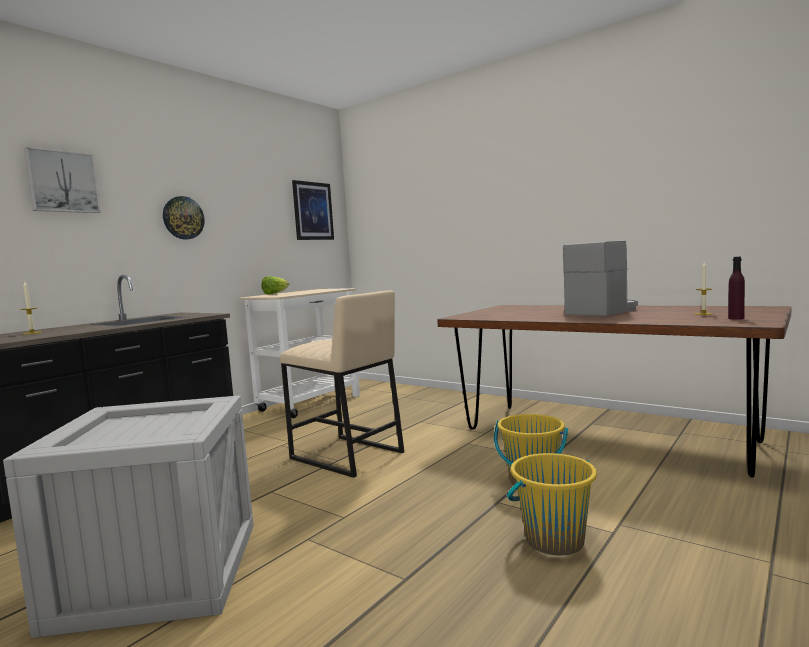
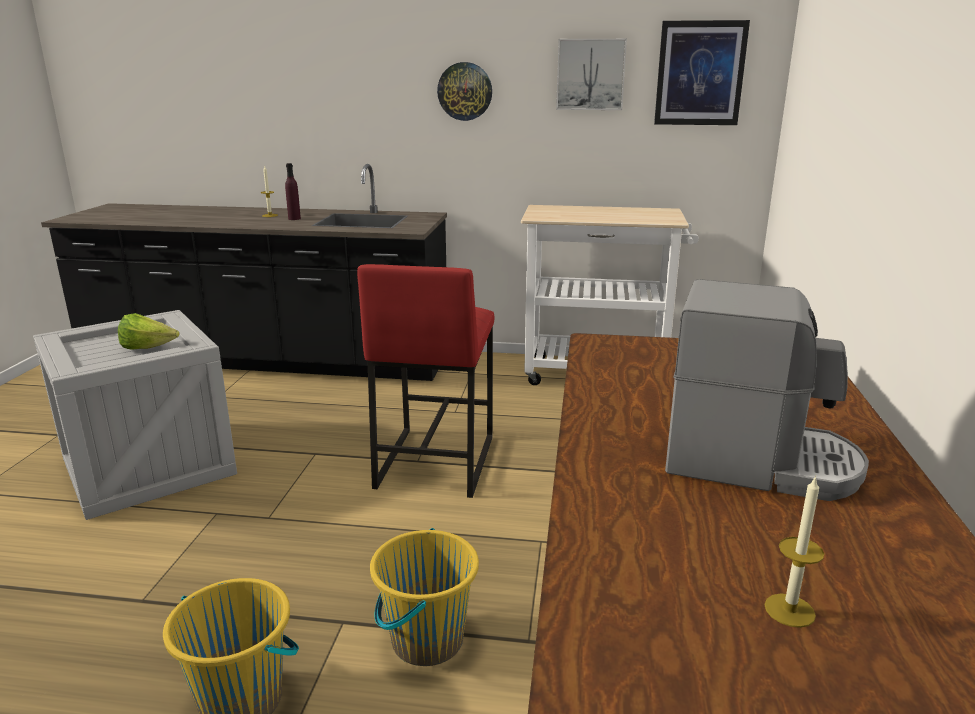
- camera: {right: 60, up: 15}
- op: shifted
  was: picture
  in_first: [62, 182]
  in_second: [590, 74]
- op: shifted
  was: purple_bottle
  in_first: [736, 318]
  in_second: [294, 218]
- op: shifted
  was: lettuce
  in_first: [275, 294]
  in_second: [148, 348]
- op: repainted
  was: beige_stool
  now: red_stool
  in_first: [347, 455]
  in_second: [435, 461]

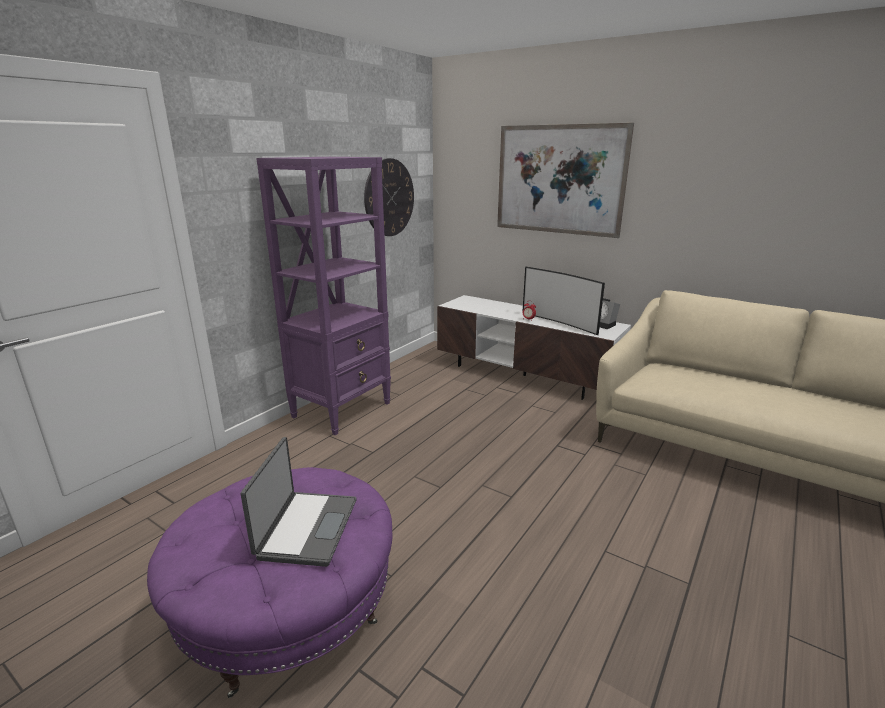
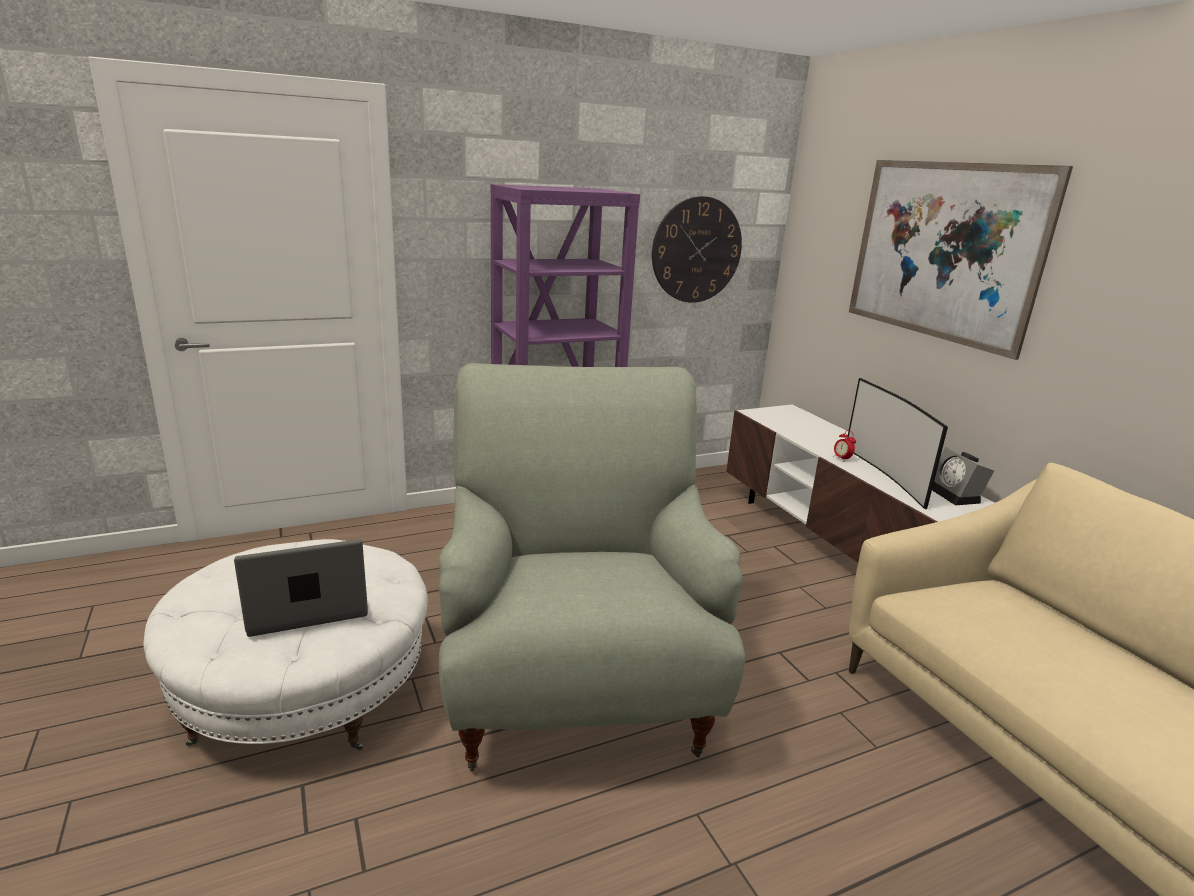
- camera: {right: 30, up: 0}
- op: rotated
  was: laptop
  in_first: [306, 528]
  in_second: [307, 606]
  clockwise: -150
- op: repainted
  was: purple_ottoman
  now: white_ottoman
  in_first: [288, 607]
  in_second: [304, 692]
- op: new
  now: grey_armchair
  in_second: [575, 686]

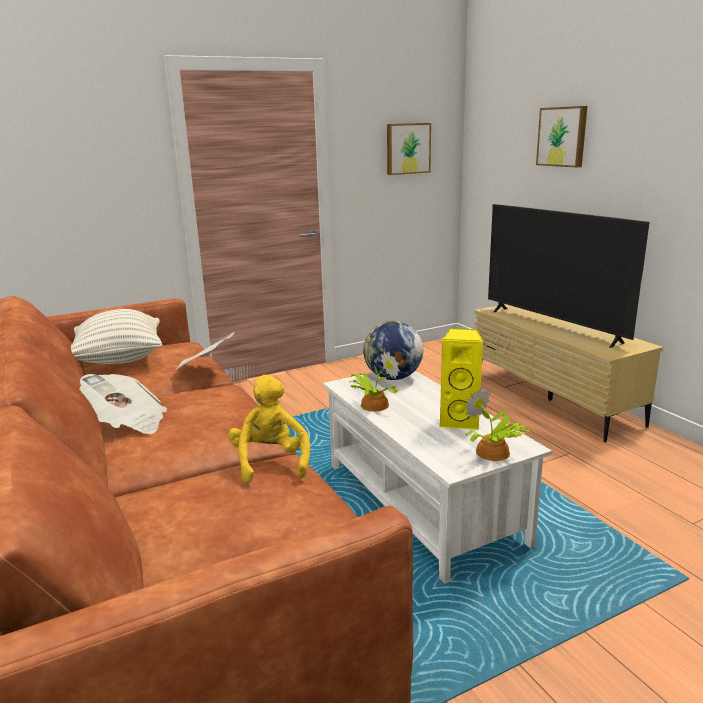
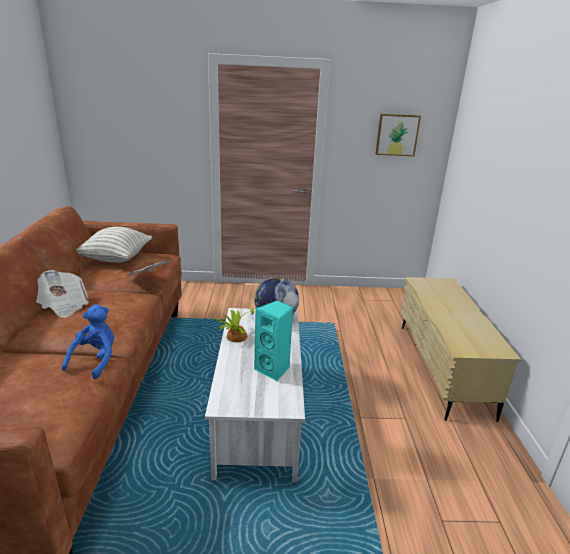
- camera: {right: 25, up: 5}
- op: gone
  was: picture
  in_first: [563, 136]
- op: gone
  was: television
  in_first: [553, 326]
- op: repainted
  was: yellow_speaker
  now: turquoise_speaker
  in_first: [460, 421]
  in_second: [273, 369]
- op: repainted
  was: yellow_plush_toy
  now: blue_plush_toy
  in_first: [271, 462]
  in_second: [96, 360]
- op: gone
  was: potted_plant
  in_first: [493, 453]

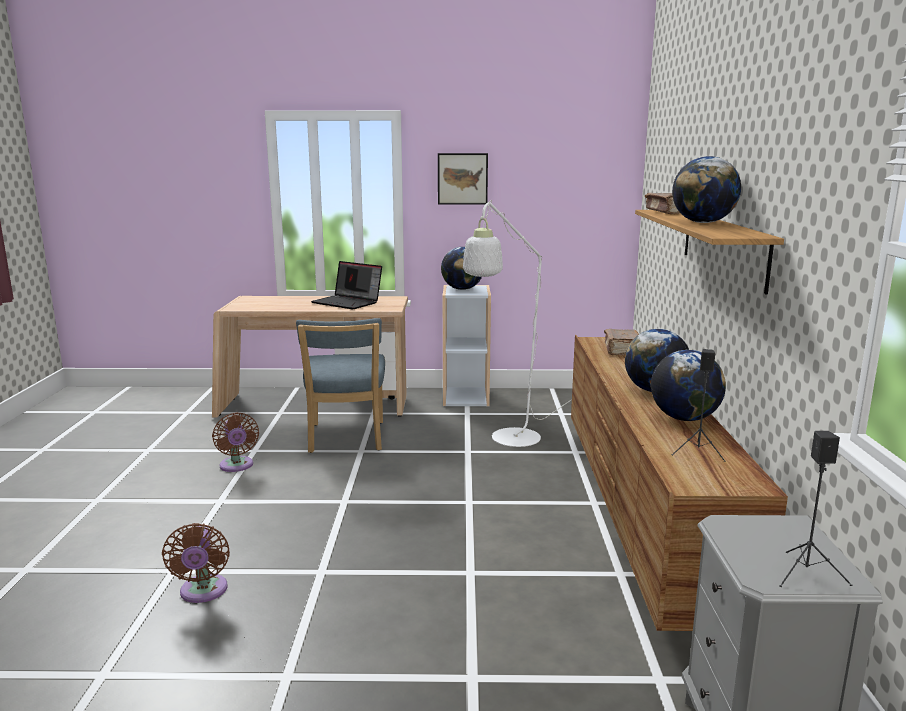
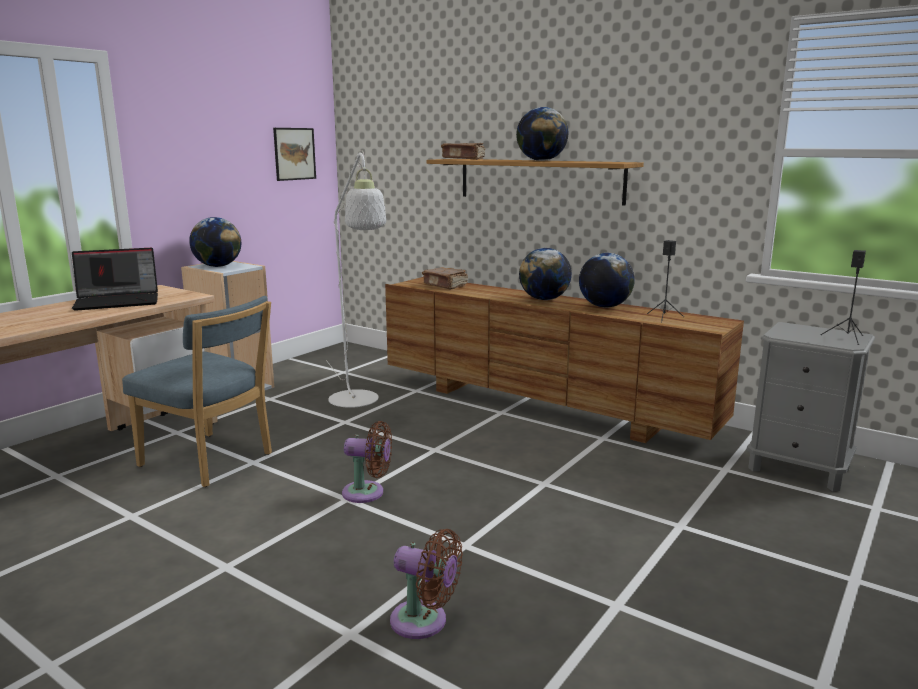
- camera: {right: -55, up: 0}
- op: shifted
  was: picture
  in_first: [462, 179]
  in_second: [294, 154]
- op: shifted
  was: brown_fan
  in_first: [237, 466]
  in_second: [367, 493]

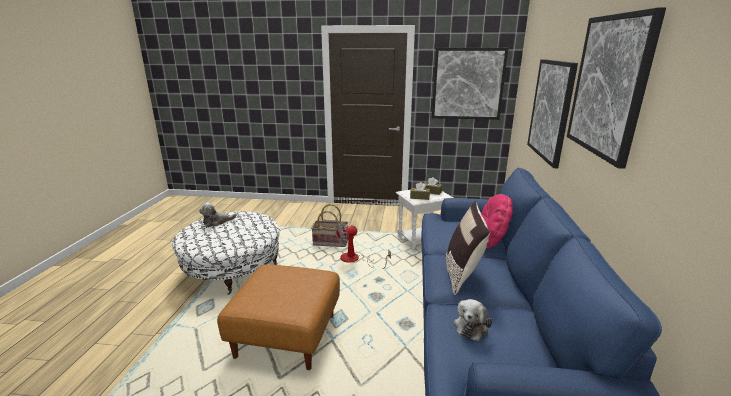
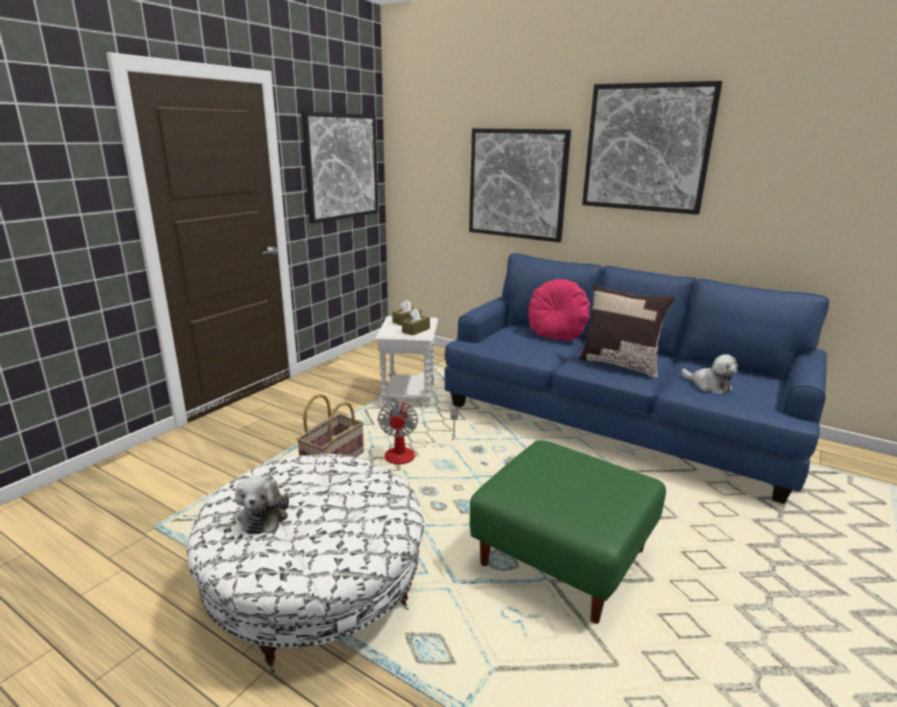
- camera: {right: -65, up: 0}
- op: repainted
  was: brown_ottoman
  now: green_ottoman
  in_first: [287, 336]
  in_second: [564, 557]

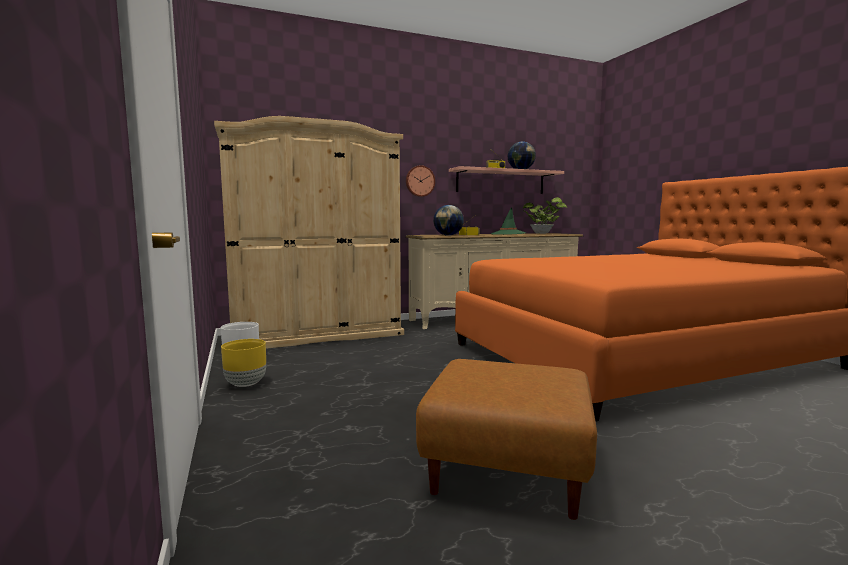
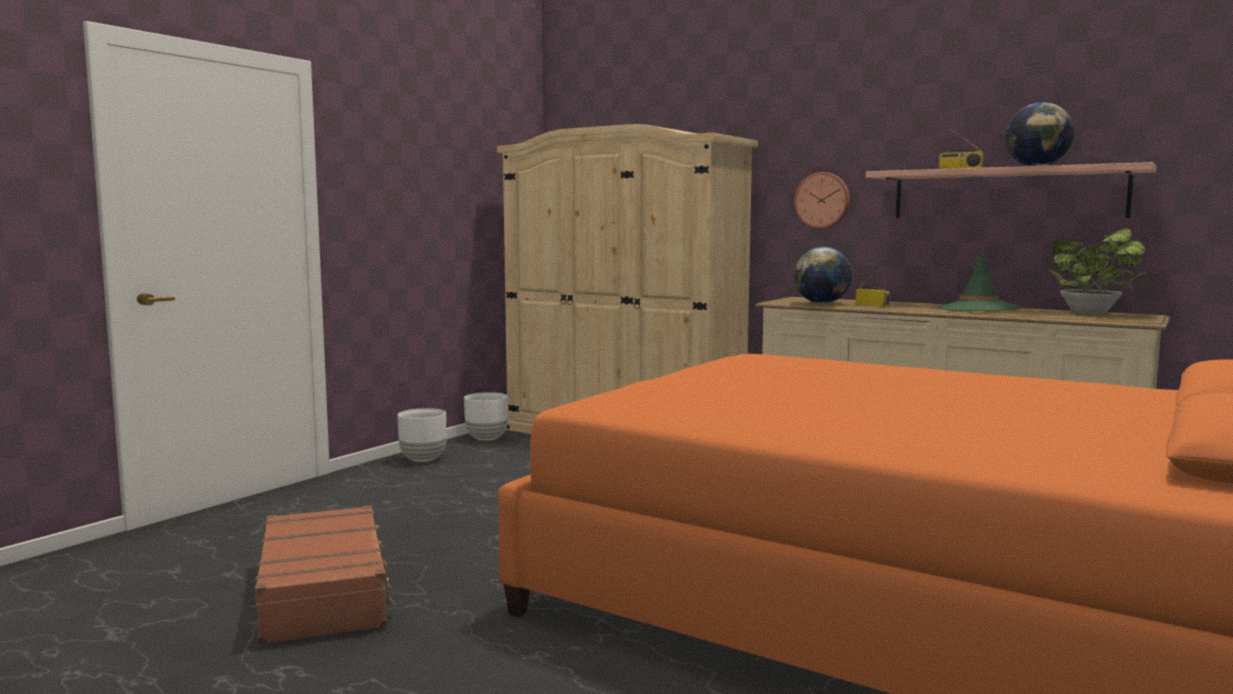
- camera: {right: 55, up: 0}
- op: repainted
  was: yellow_planter
  now: white_planter
  in_first: [245, 384]
  in_second: [423, 459]
- op: swapped
  was: brown_ottoman
  now: brown_suitcase
  in_first: [506, 469]
  in_second: [325, 593]

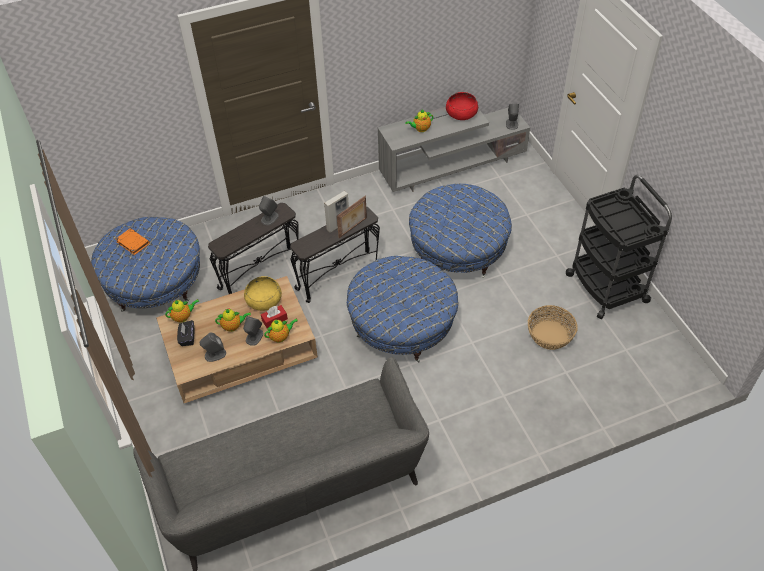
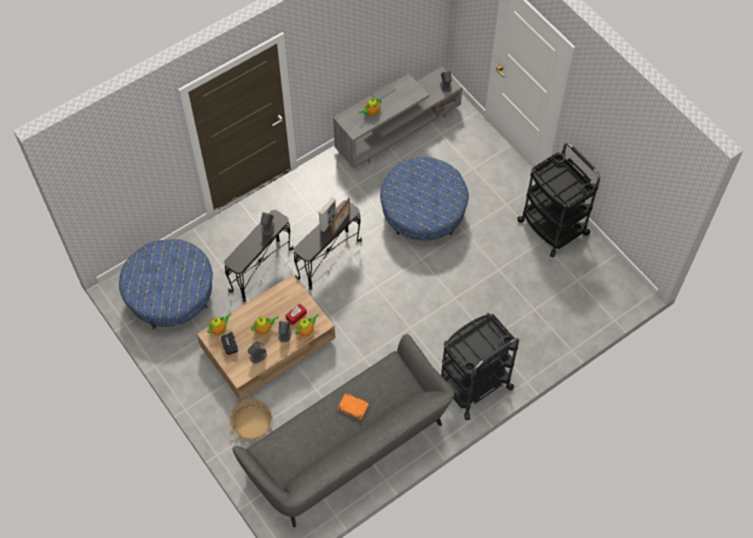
- camera: {right: -15, up: 10}
- op: gone
  was: red_bowl
  in_first: [461, 113]
- op: shifted
  was: orange_book
  in_first: [132, 243]
  in_second: [353, 407]
- op: gone
  was: blue_ottoman
  in_first: [402, 325]
- op: gone
  was: yellow_bowl
  in_first: [264, 300]
- op: shifted
  was: basket
  in_first: [550, 335]
  in_second: [252, 424]
- op: new
  now: black_cart
  in_second: [473, 384]

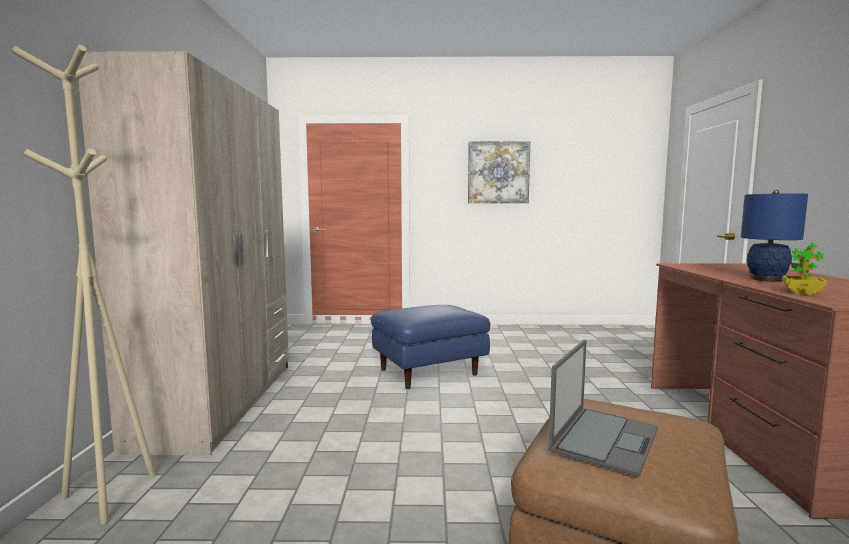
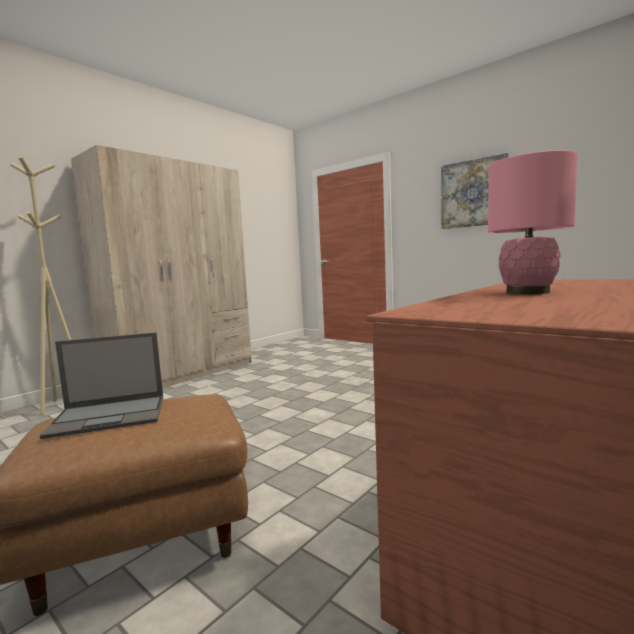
- camera: {right: 40, up: 0}
- op: repainted
  was: blue_table_lamp
  now: pink_table_lamp
  in_first: [766, 279]
  in_second: [527, 292]
- op: gone
  was: potted_plant
  in_first: [802, 293]
- op: gone
  was: blue_ottoman
  in_first: [430, 372]

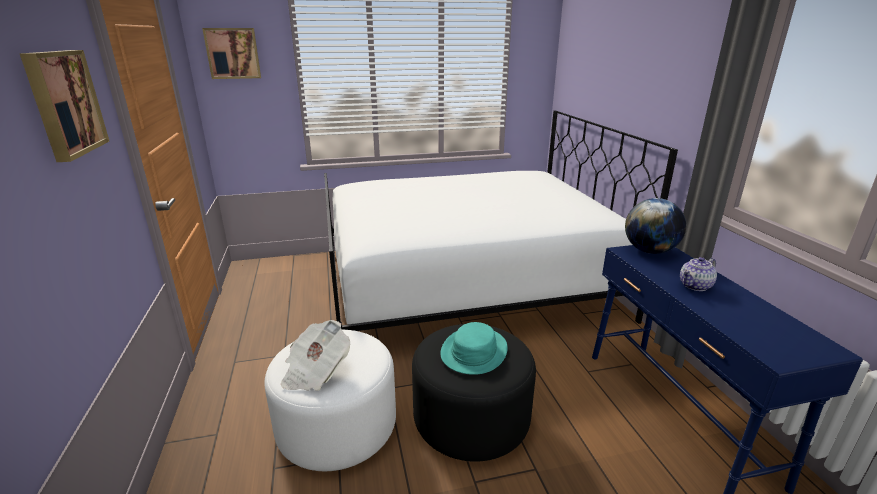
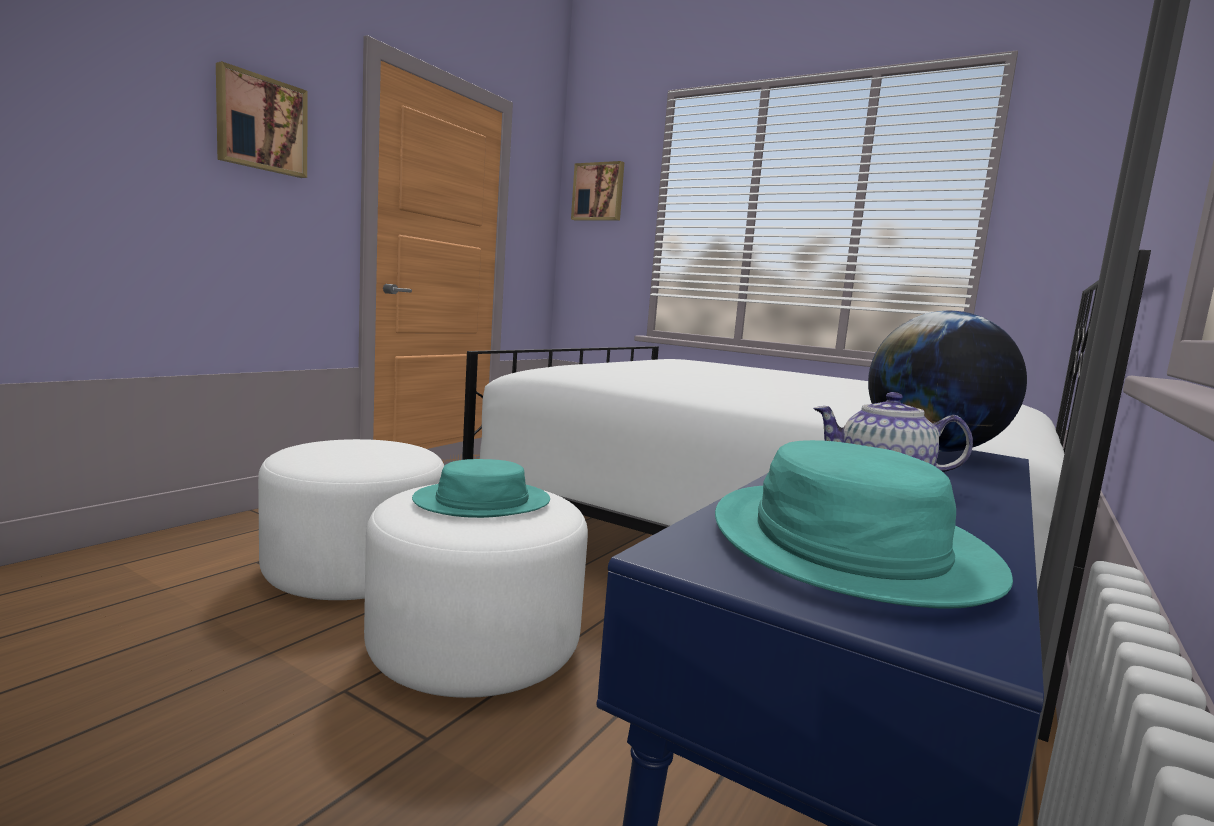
- camera: {right: 45, up: -15}
- op: gone
  was: newspaper
  in_first: [315, 371]
- op: repainted
  was: black_ottoman
  now: white_ottoman
  in_first: [471, 419]
  in_second: [474, 645]
- op: new
  now: turquoise_hat
  in_second: [845, 544]

